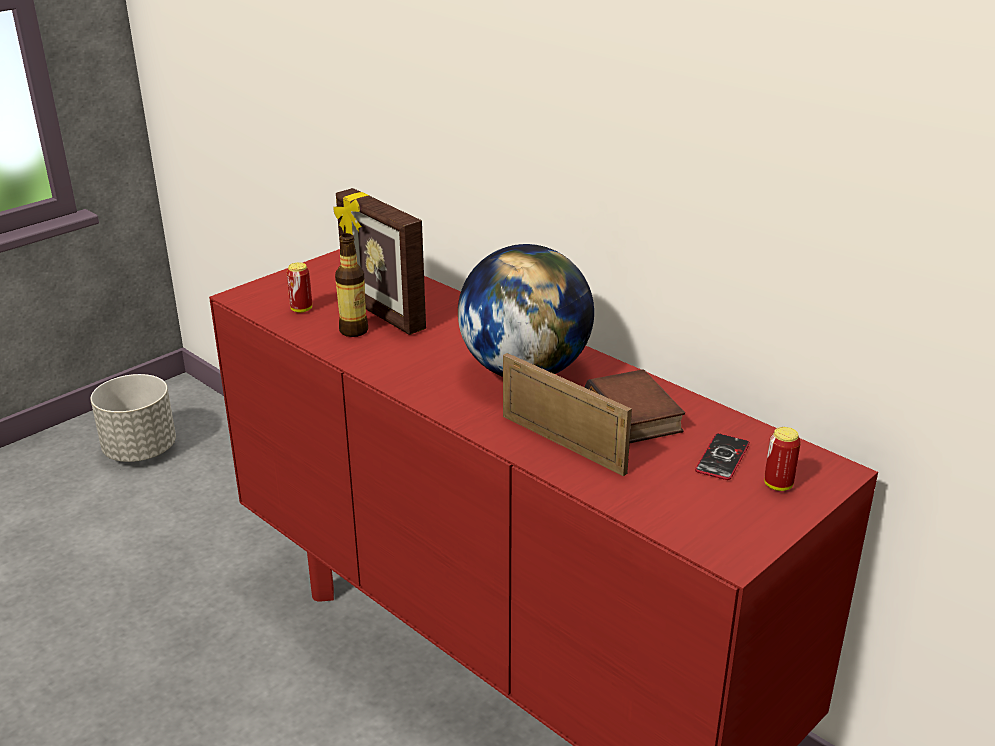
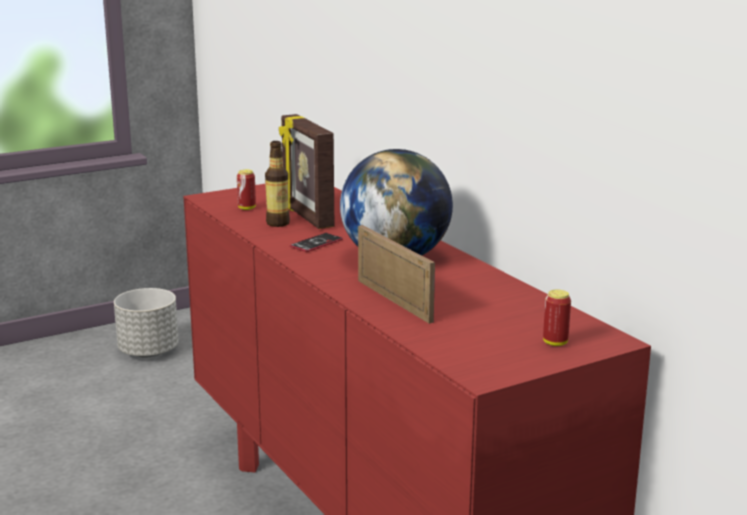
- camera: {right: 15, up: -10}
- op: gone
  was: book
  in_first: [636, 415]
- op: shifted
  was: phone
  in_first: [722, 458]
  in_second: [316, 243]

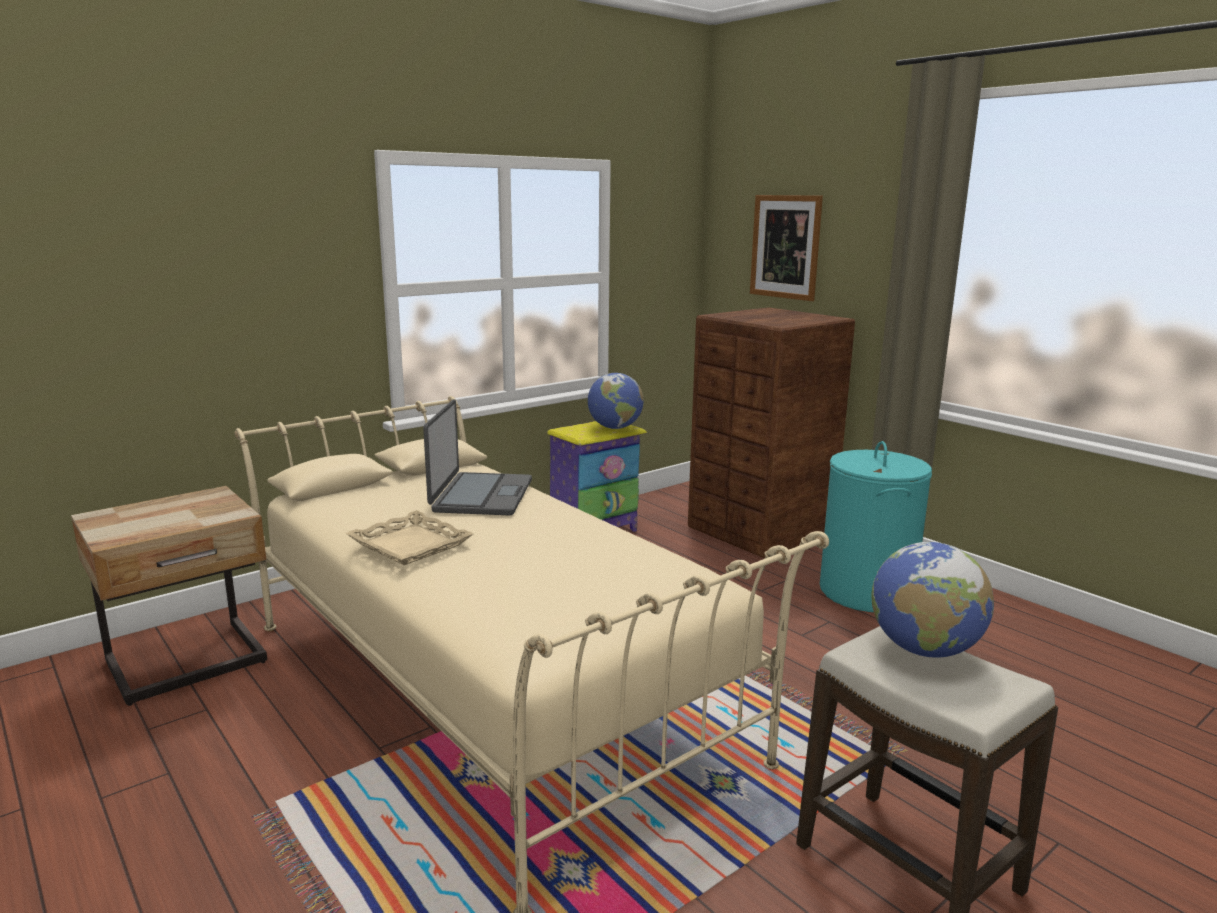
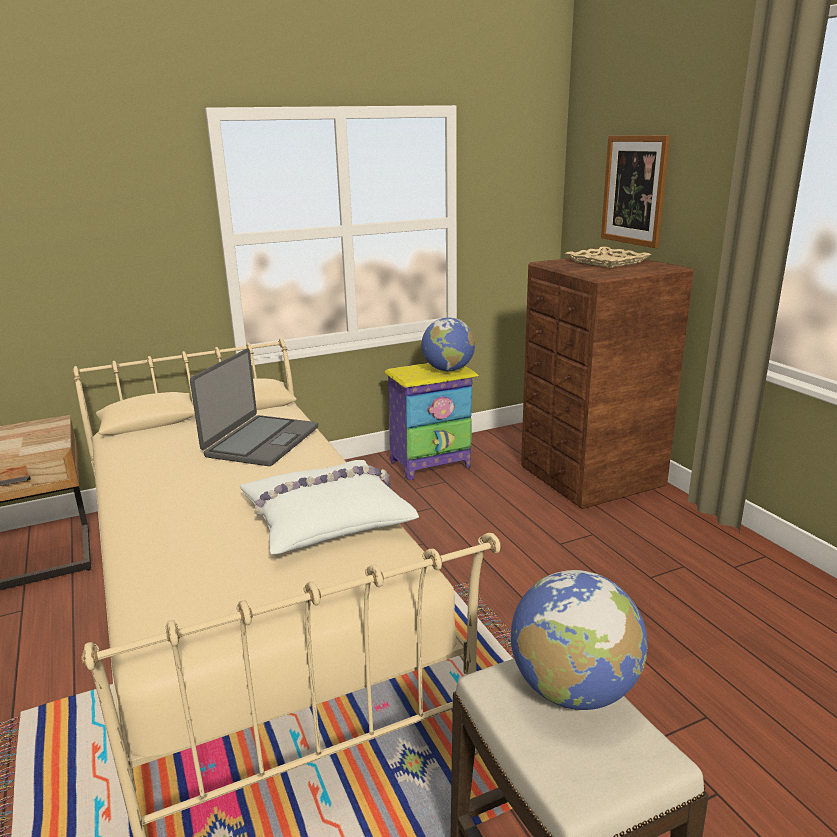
- camera: {right: 15, up: 5}
- op: gone
  was: turquoise_laundry_basket
  in_first: [865, 591]
- op: shifted
  was: beige_tray
  in_first: [409, 545]
  in_second: [606, 262]
- op: new
  now: white_pillow
  in_second: [326, 517]

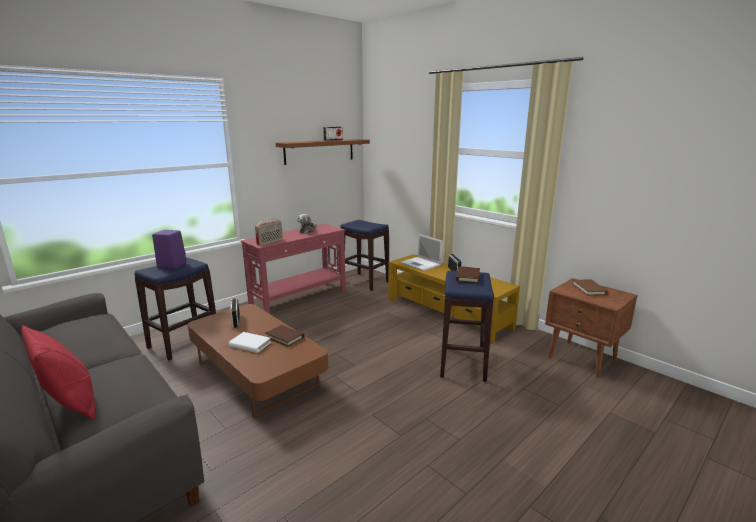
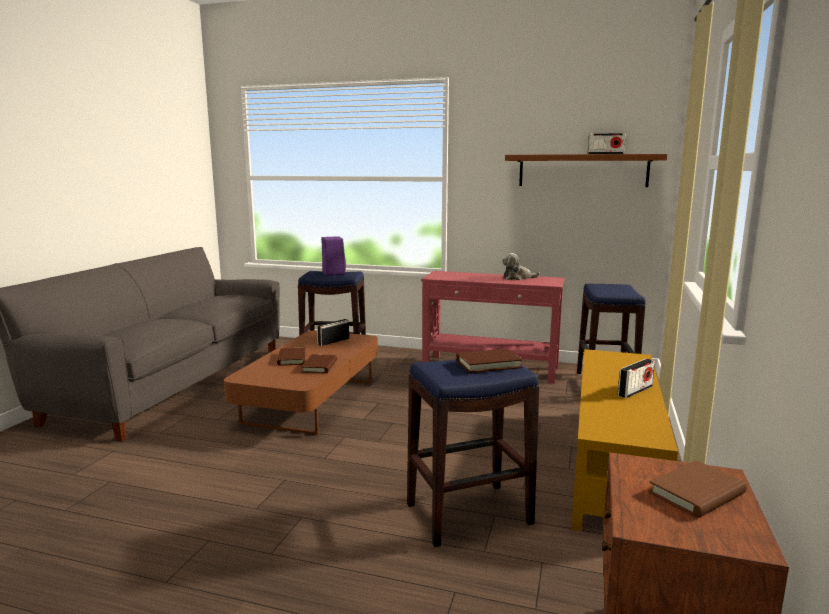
- camera: {right: 60, up: -5}
- op: gone
  was: radio
  in_first: [270, 242]
- op: gone
  was: laptop
  in_first: [421, 264]
- op: gone
  was: red_pillow
  in_first: [71, 404]
- op: repainted
  was: white_book
  now: brown_book
  in_first: [250, 344]
  in_second: [291, 359]

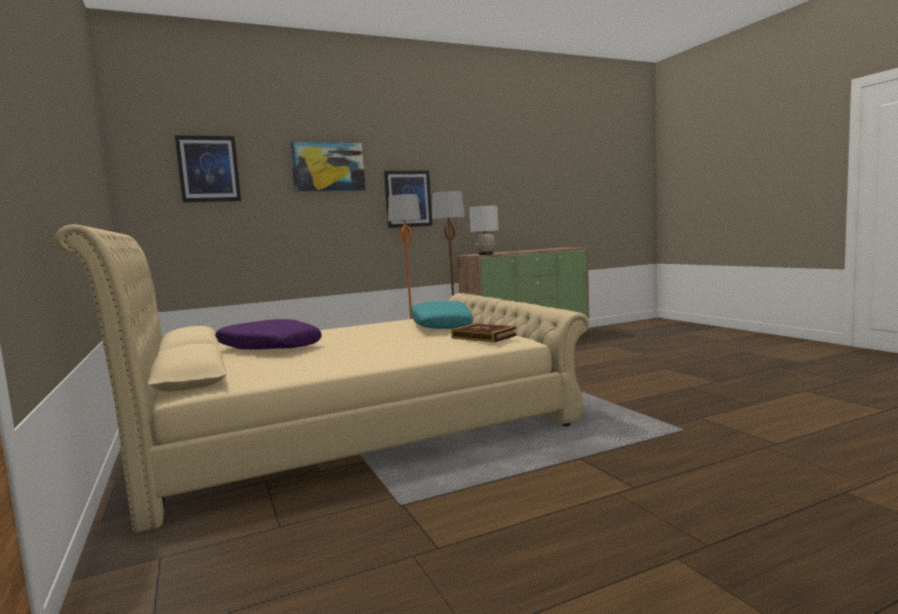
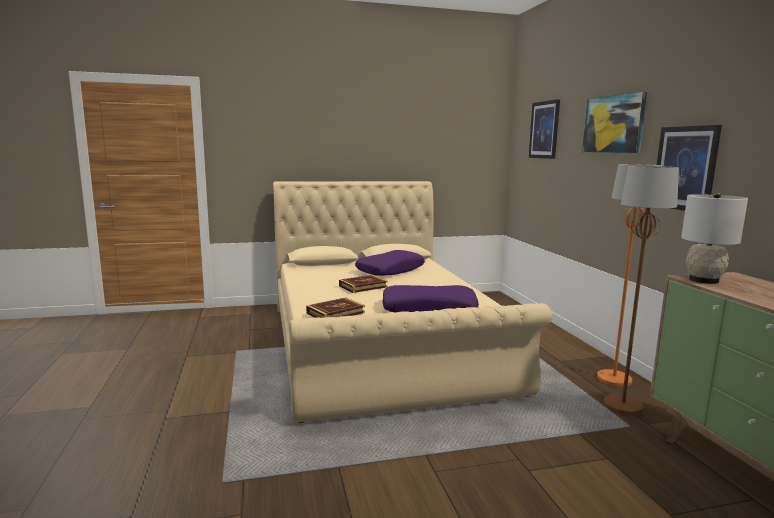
- camera: {right: 100, up: 5}
- op: repainted
  was: turquoise_pillow
  now: purple_pillow
  in_first: [440, 326]
  in_second: [429, 309]
- op: new
  now: book
  in_second: [363, 286]

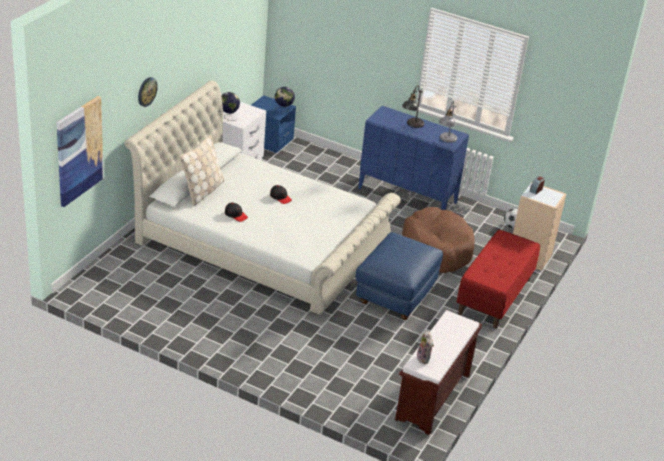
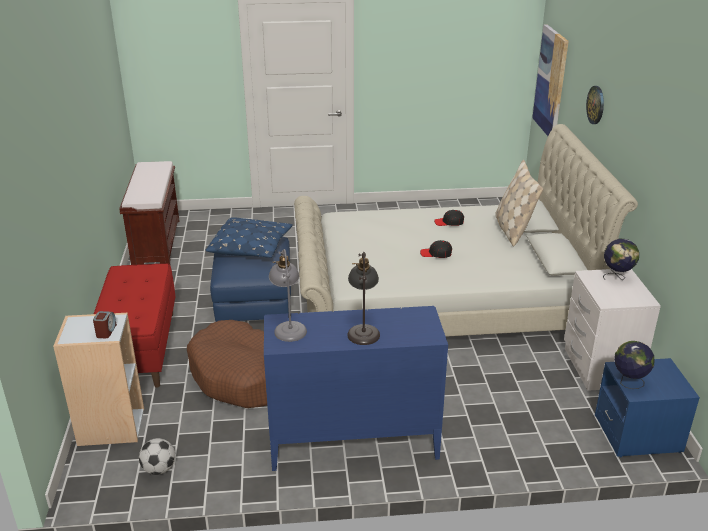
- camera: {right: 150, up: -5}
- op: gone
  was: plush_toy
  in_first: [424, 358]
- op: new
  now: blue_pillow
  in_second: [251, 247]

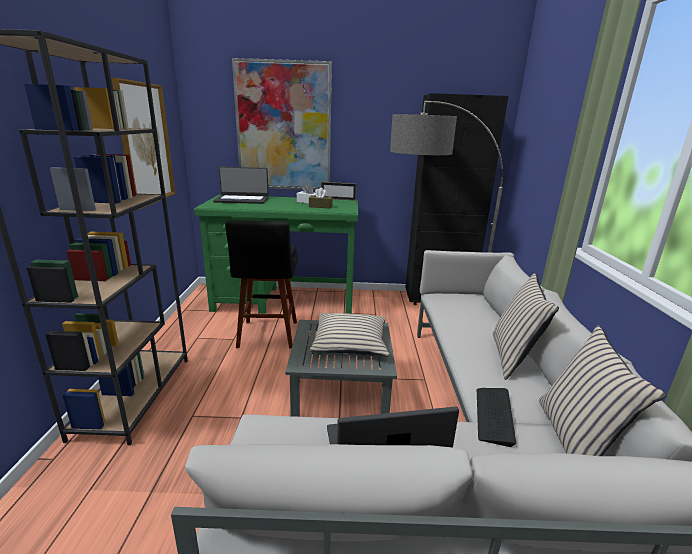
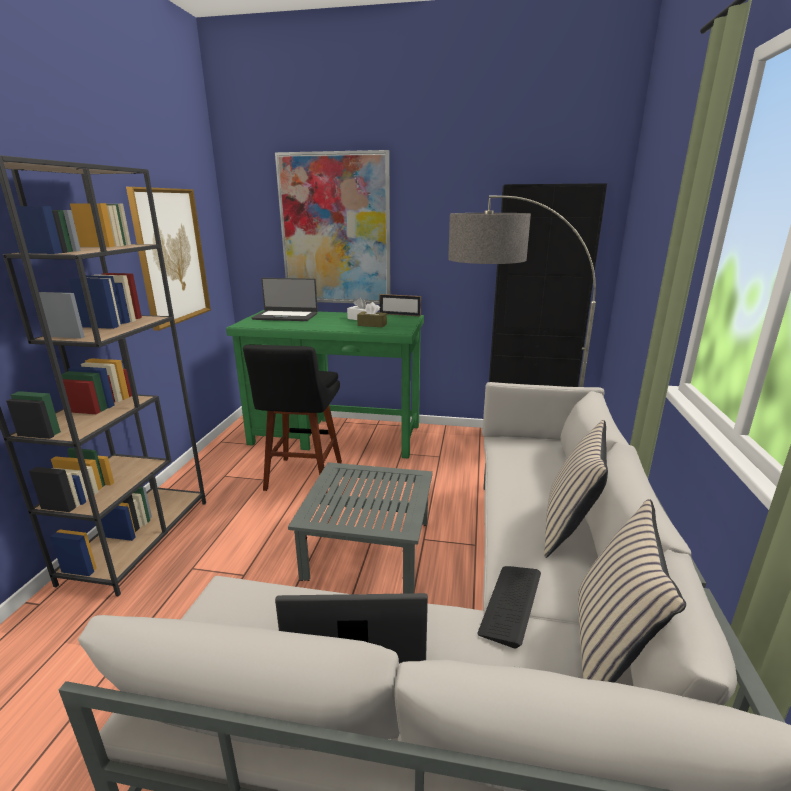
- camera: {right: 10, up: 0}
- op: gone
  was: beige_pillow
  in_first: [350, 342]

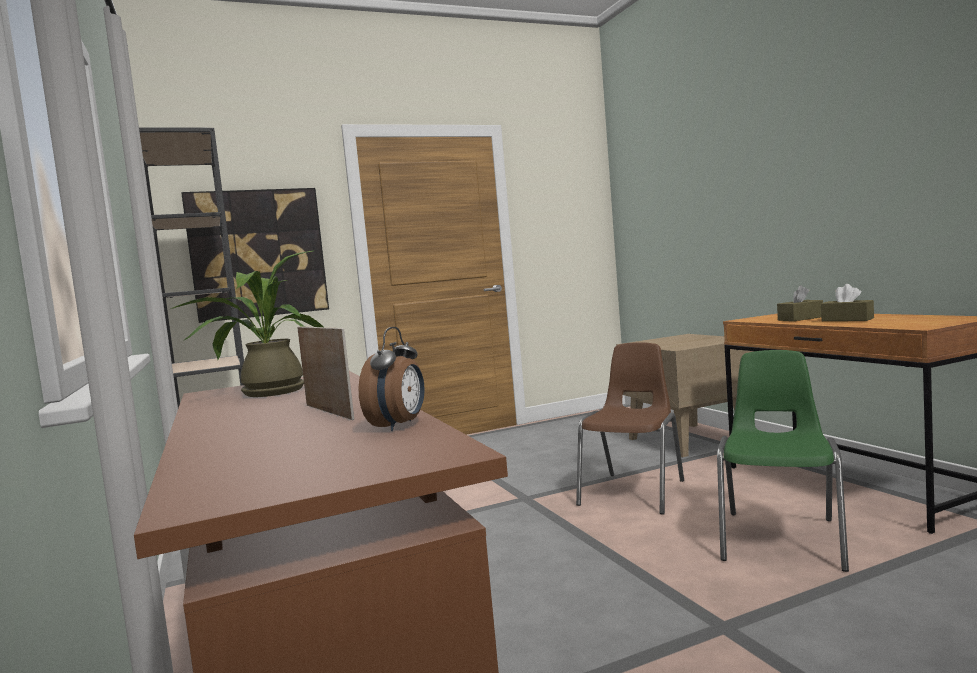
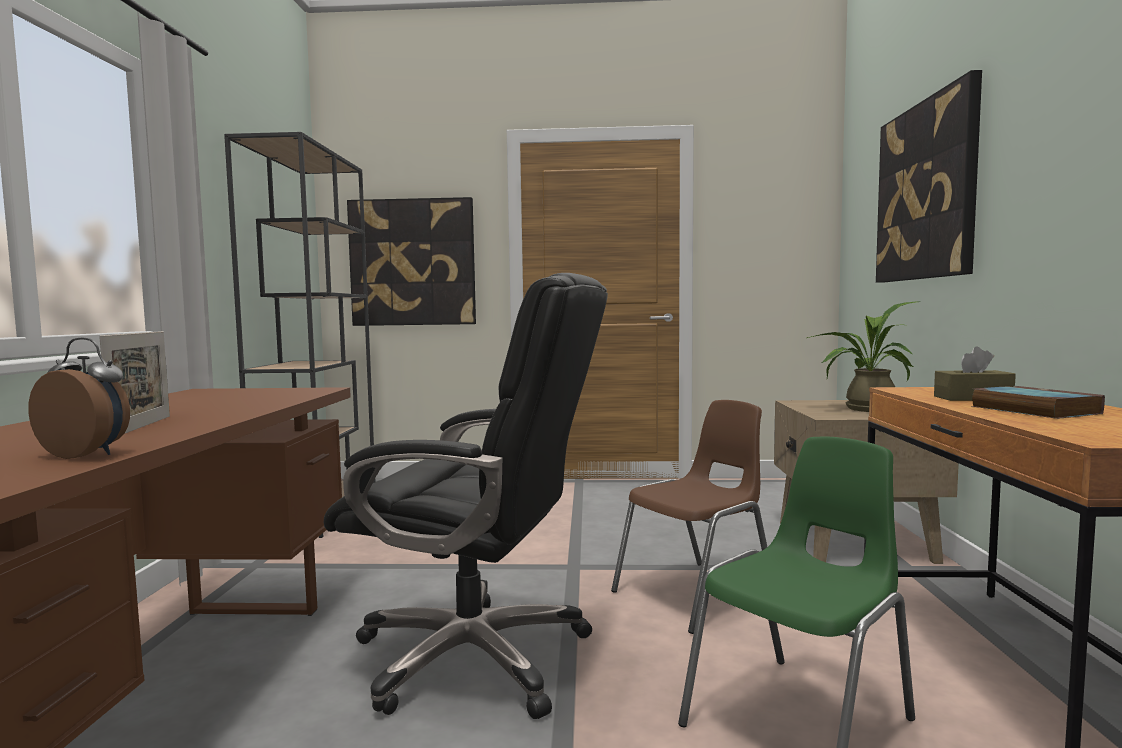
- camera: {right: 25, up: 0}
- op: shifted
  was: potted_plant
  in_first: [265, 392]
  in_second: [863, 409]
- op: swapped
  was: brown_tissue_box
  now: book
  in_first: [847, 319]
  in_second: [1031, 409]
- op: rotated
  was: alarm_clock
  in_first: [399, 426]
  in_second: [88, 454]
  clockwise: -120
- op: new
  now: picture
  in_second: [926, 191]
- op: new
  now: black_office_chair
  in_second: [475, 657]

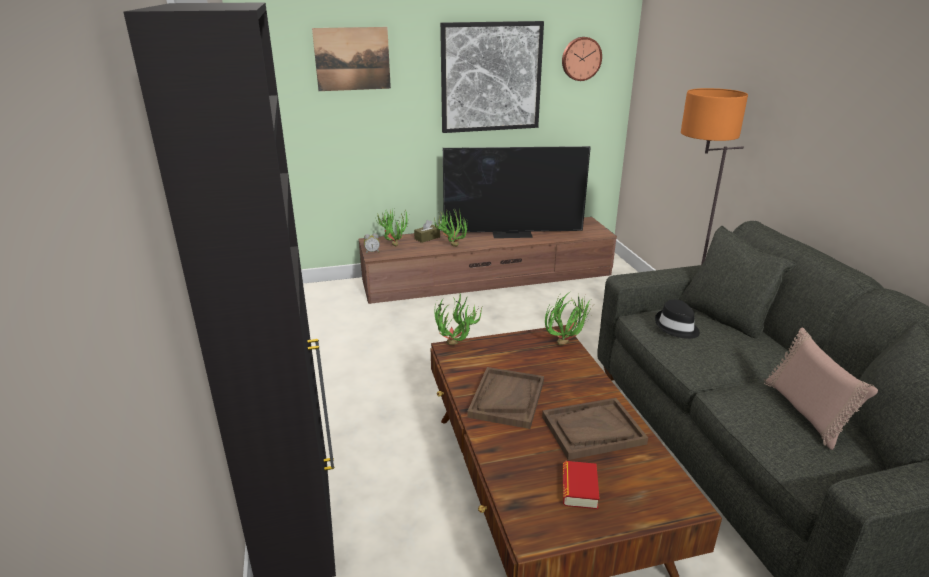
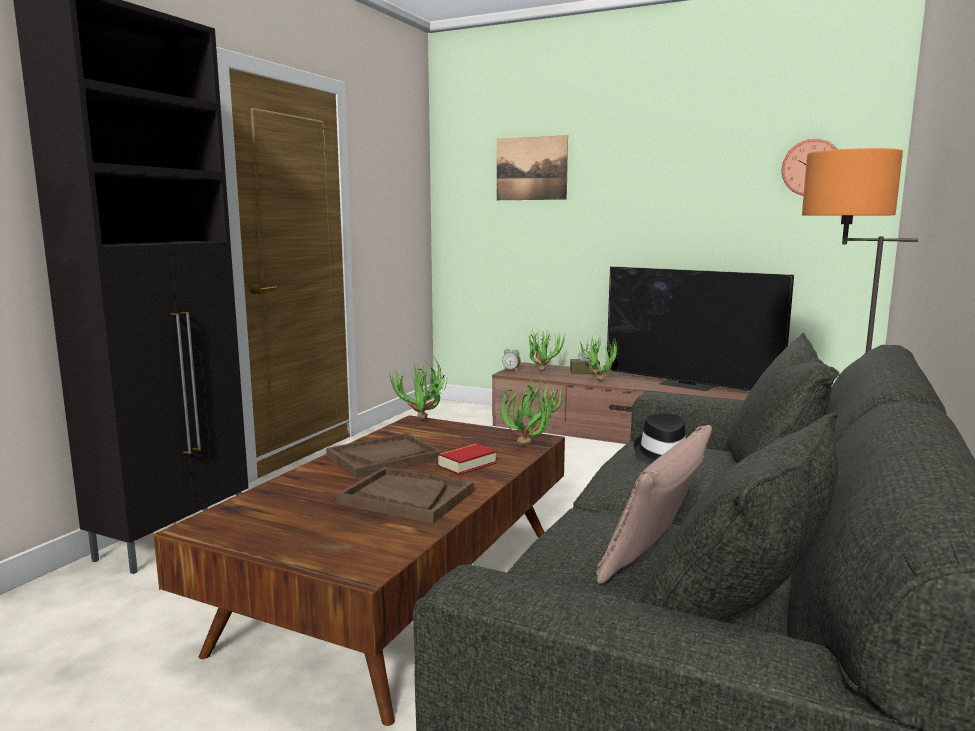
- camera: {right: 40, up: -15}
- op: gone
  was: picture
  in_first: [491, 77]
- op: shifted
  was: book
  in_first: [579, 489]
  in_second: [467, 464]

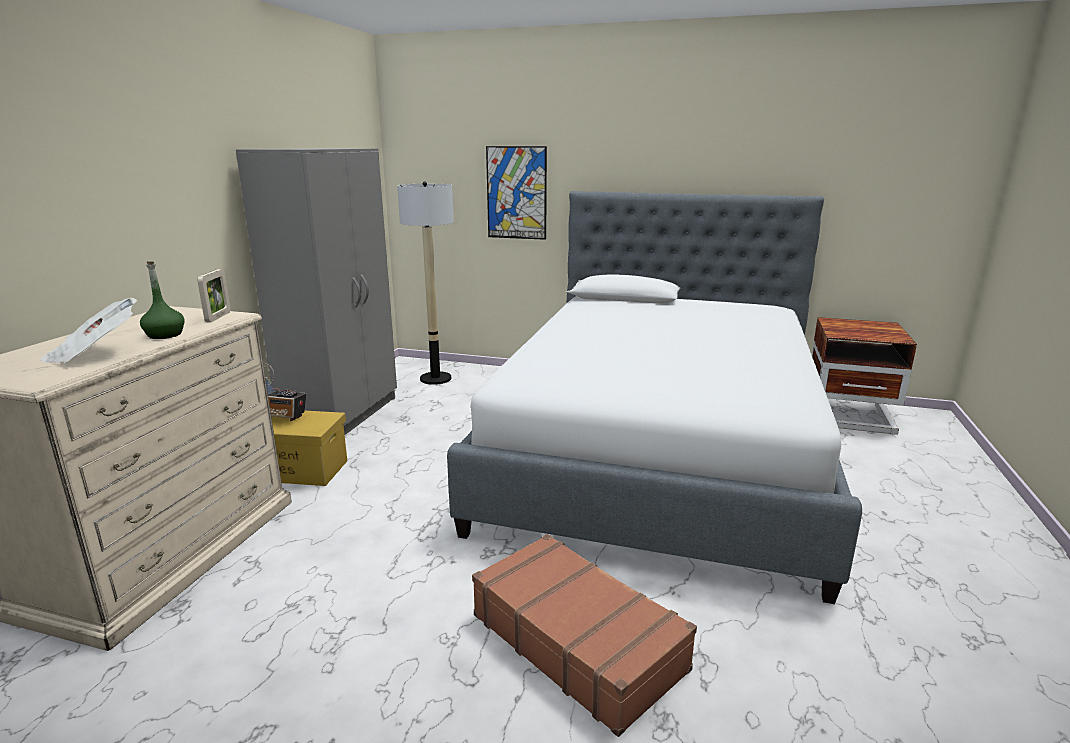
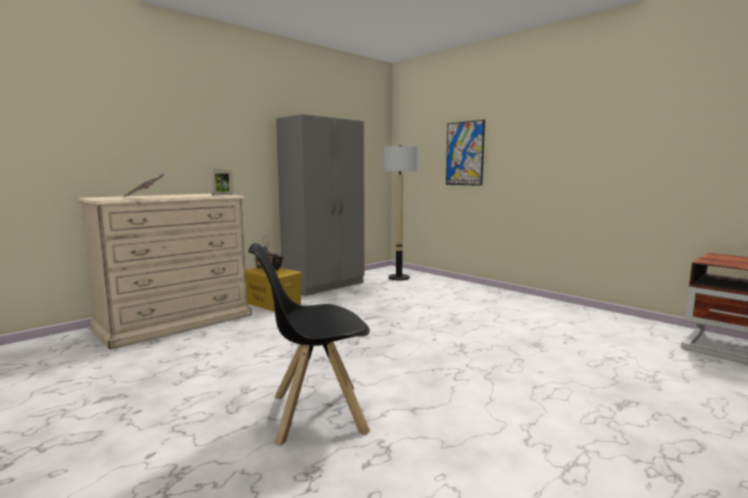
- camera: {right: 30, up: -10}
- op: gone
  was: bed
  in_first: [659, 452]
- op: gone
  was: green_bottle
  in_first: [165, 335]
- op: swapped
  was: brown_suitcase
  now: black_chair
  in_first: [577, 641]
  in_second: [314, 413]

